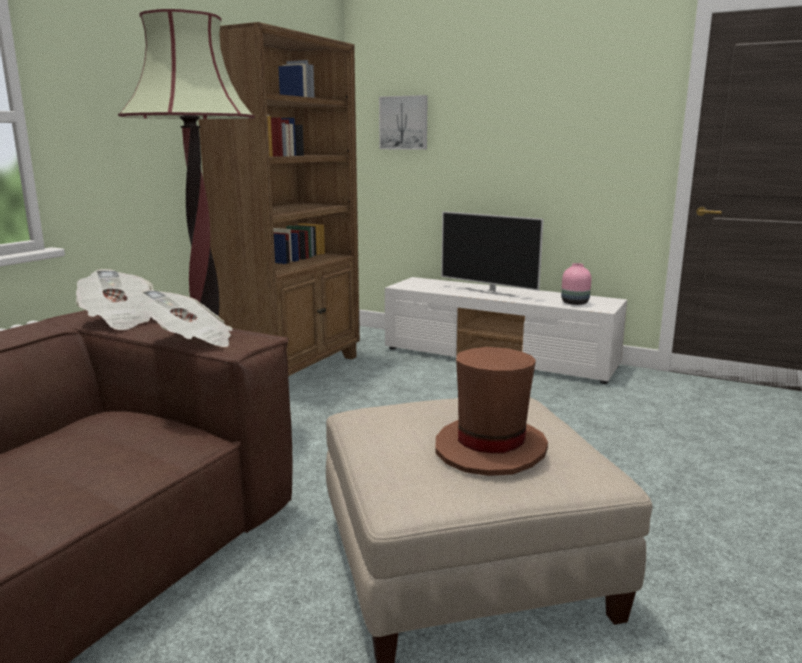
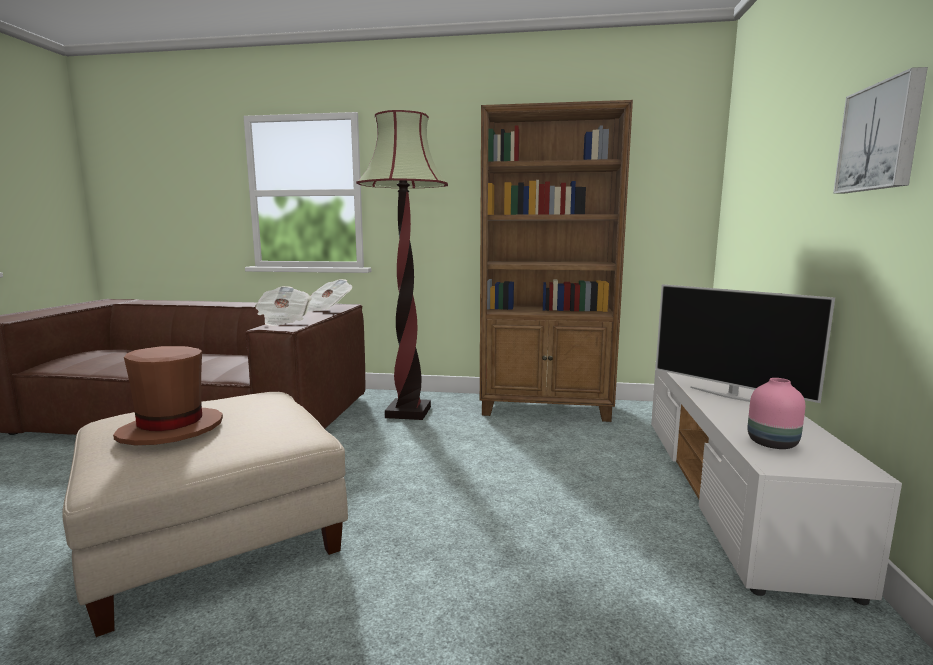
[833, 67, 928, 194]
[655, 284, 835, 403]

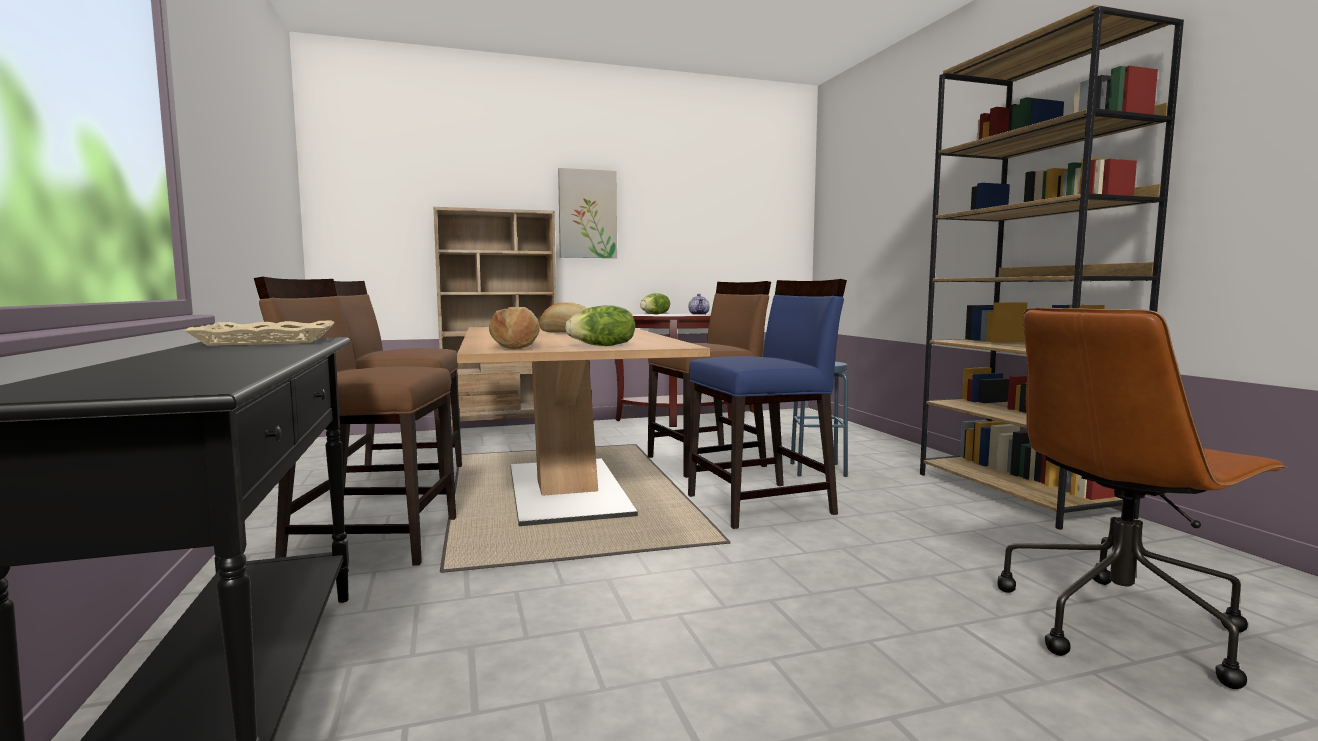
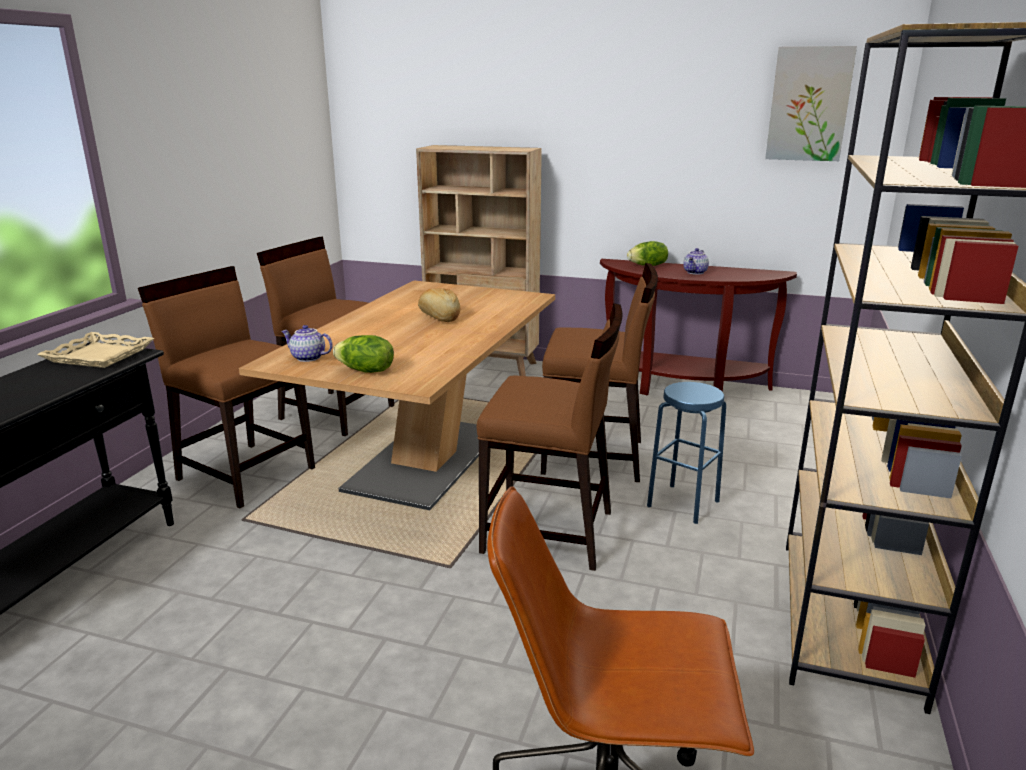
[765, 46, 857, 161]
[281, 325, 333, 362]
[477, 303, 622, 571]

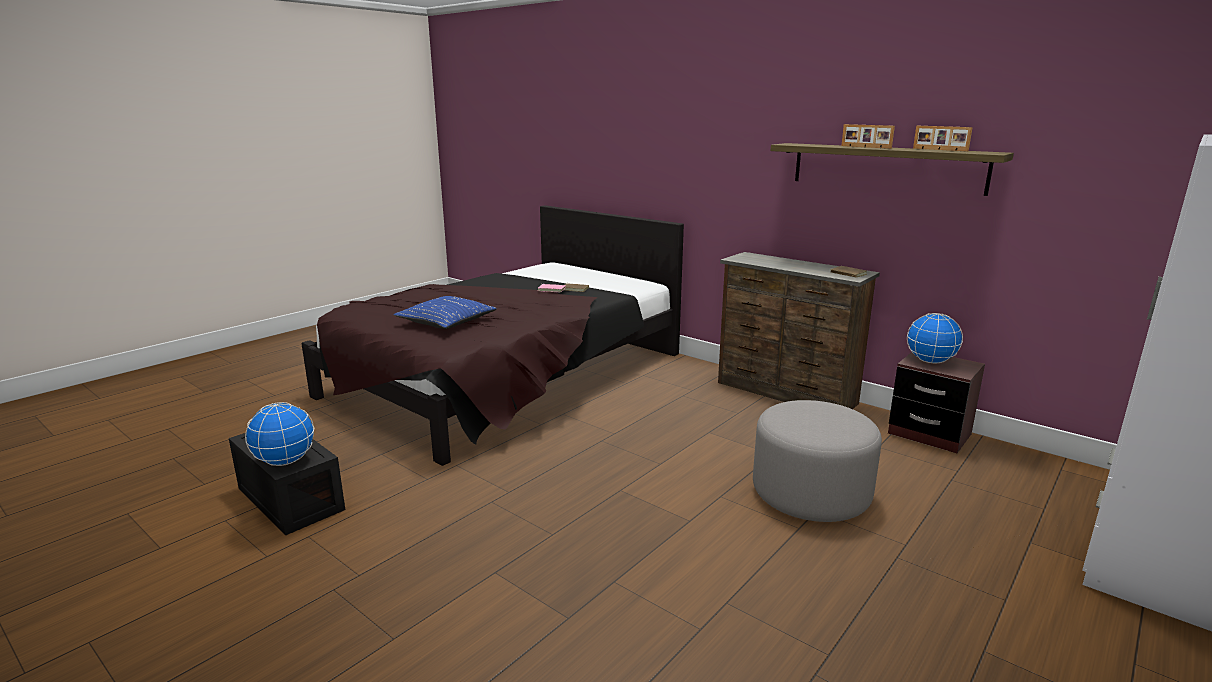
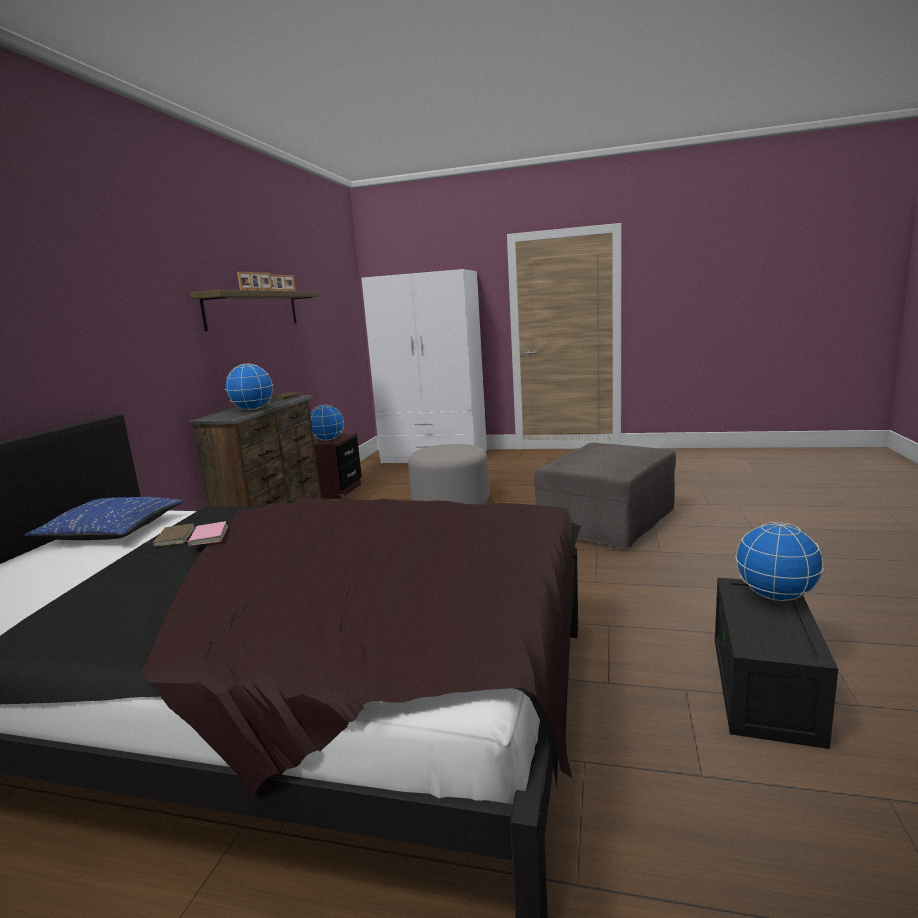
[225, 364, 273, 410]
[534, 443, 676, 549]
[24, 497, 183, 540]

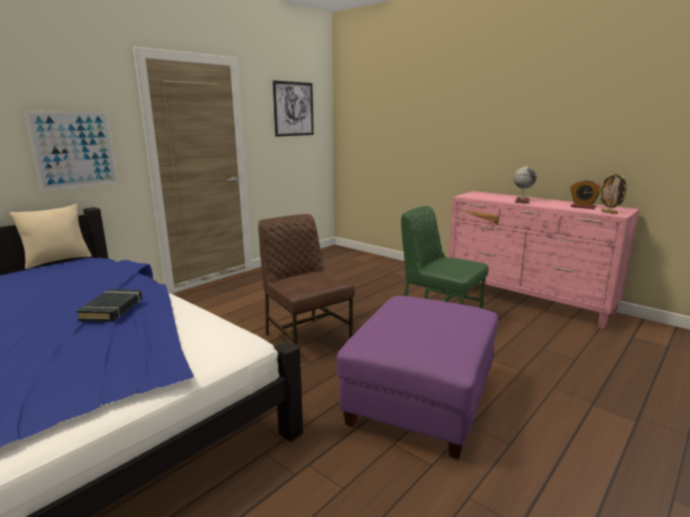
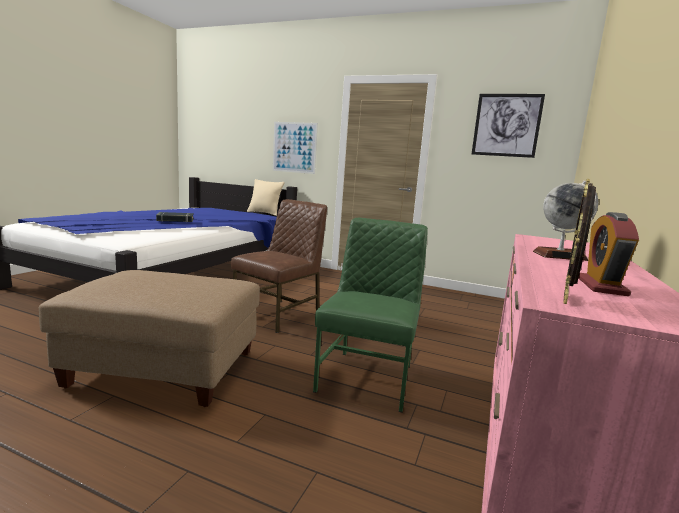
[39, 270, 260, 407]

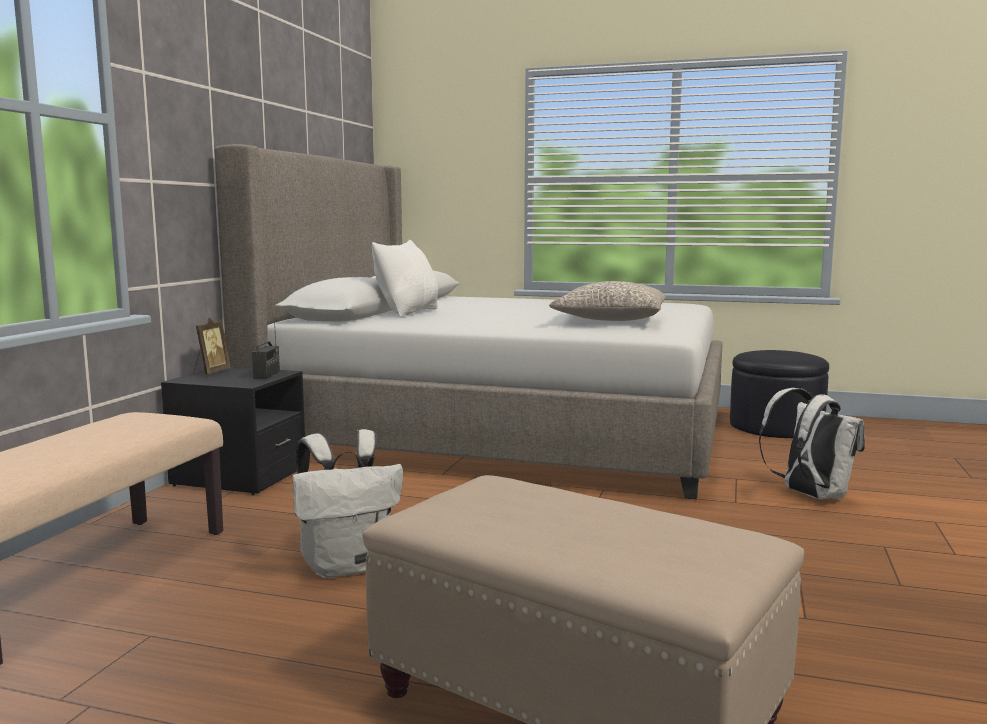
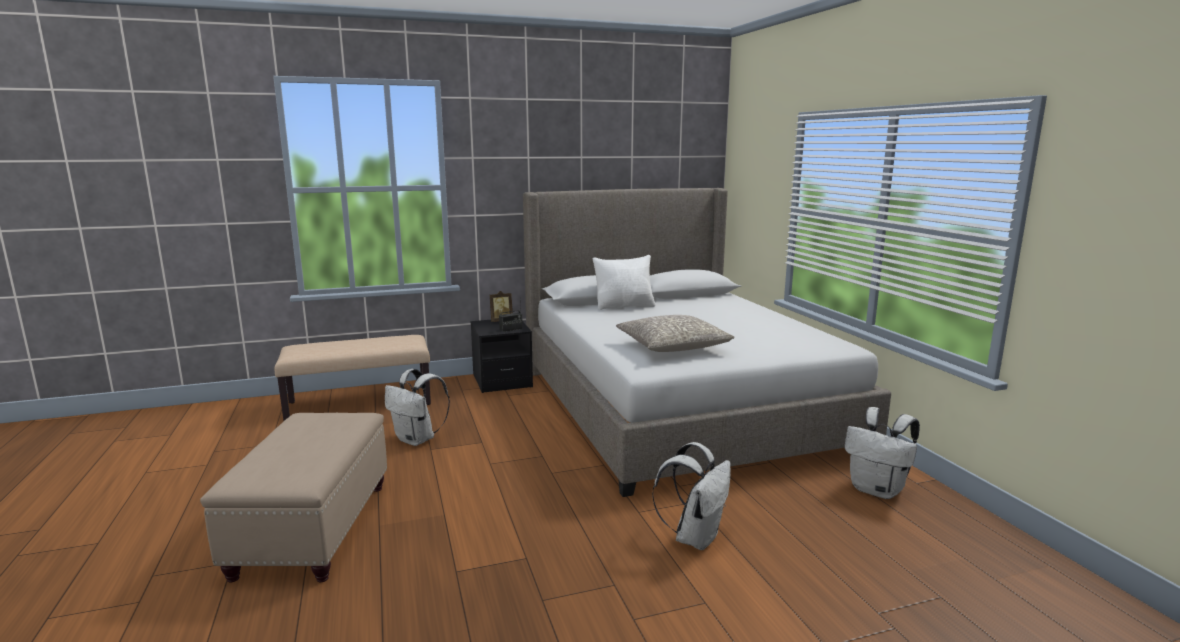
[845, 407, 920, 499]

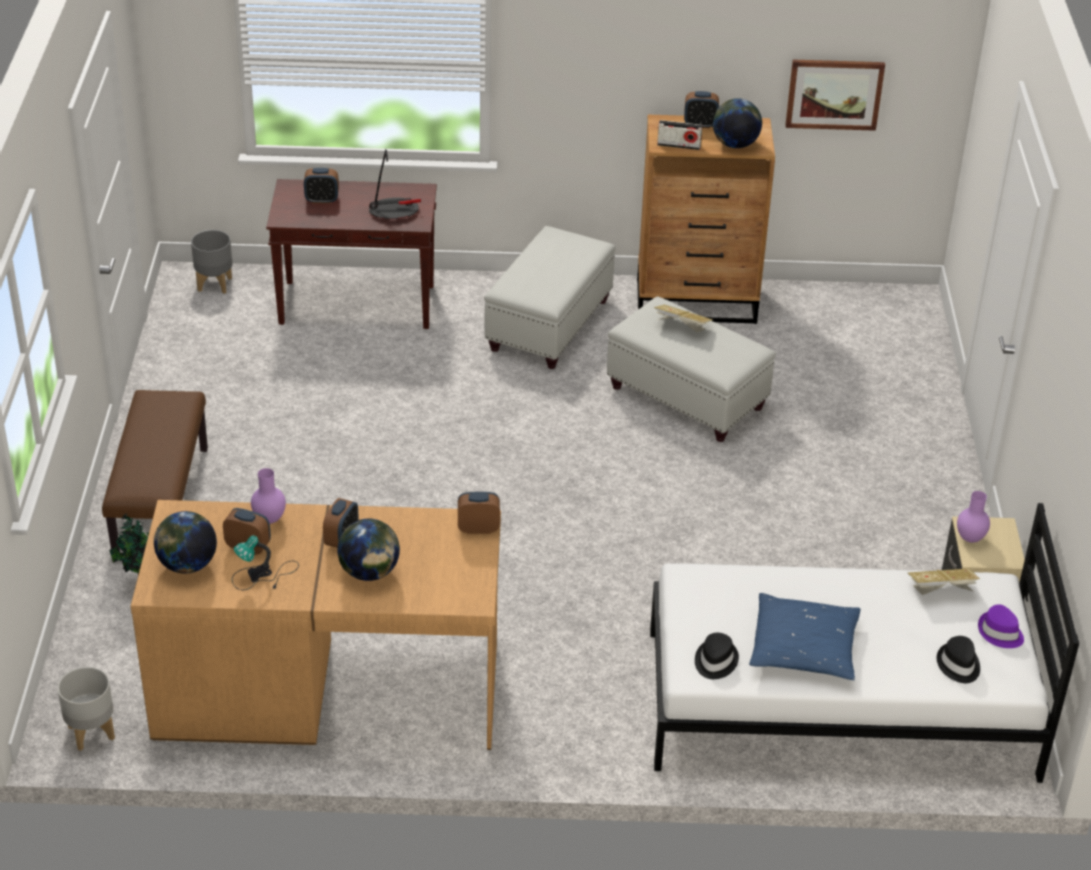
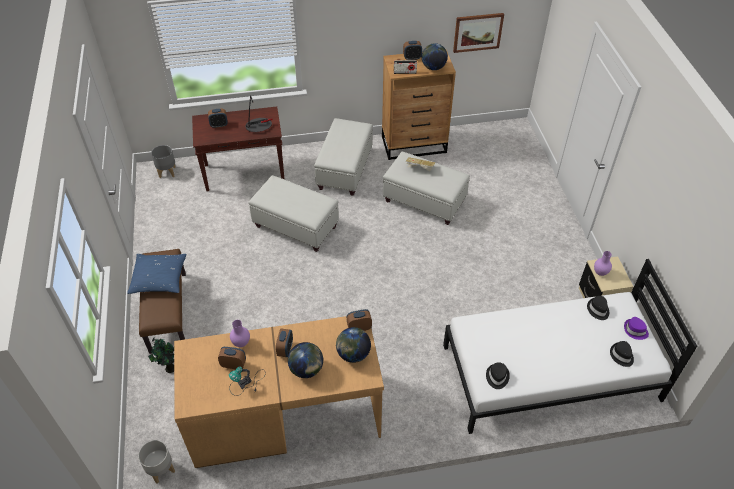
[248, 175, 339, 252]
[336, 327, 371, 363]
[127, 254, 186, 294]
[587, 296, 609, 320]

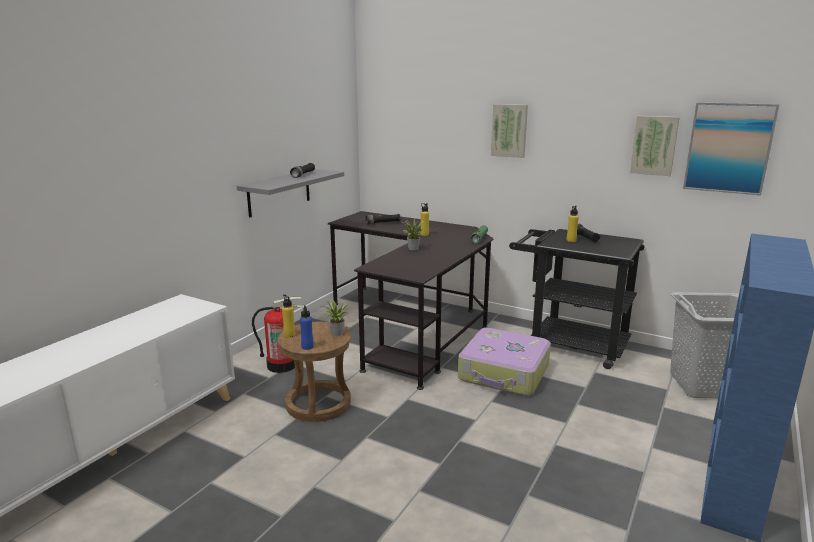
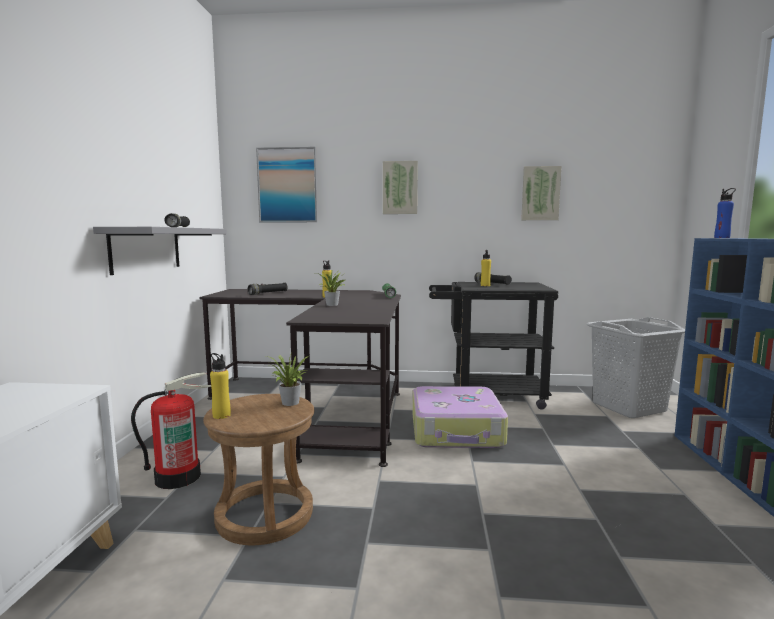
[714, 188, 736, 238]
[256, 147, 318, 222]

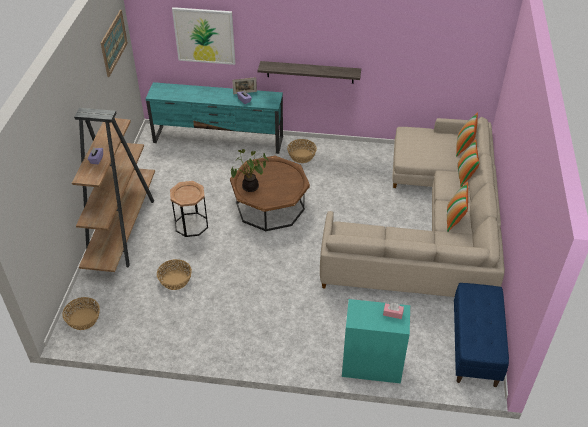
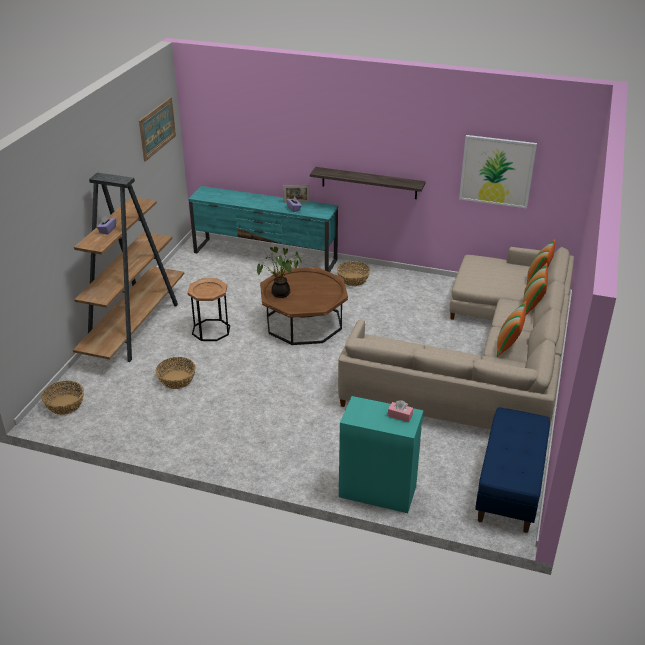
[459, 135, 537, 209]

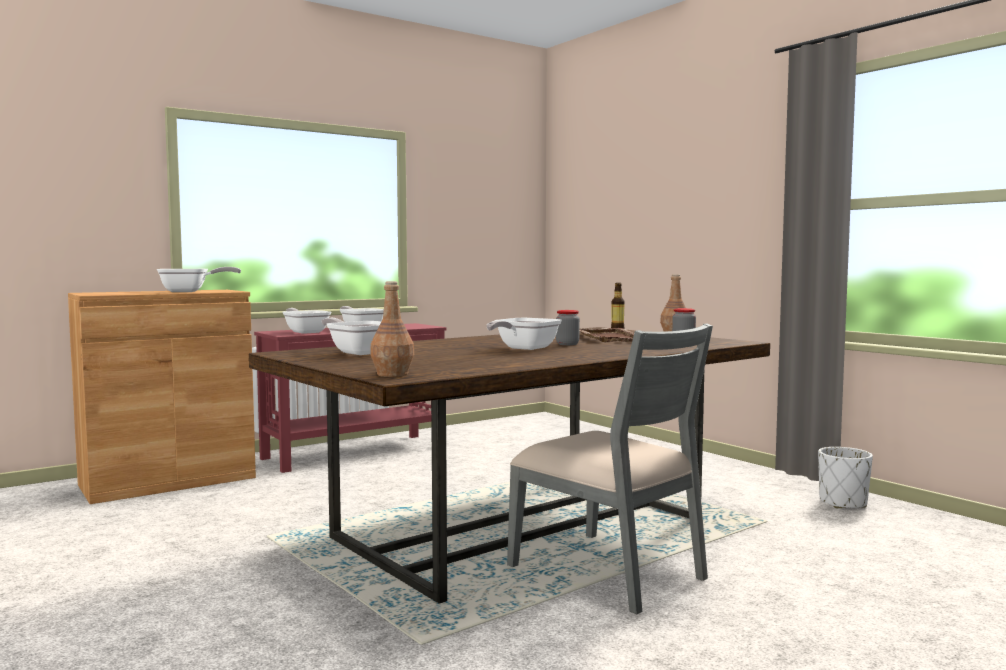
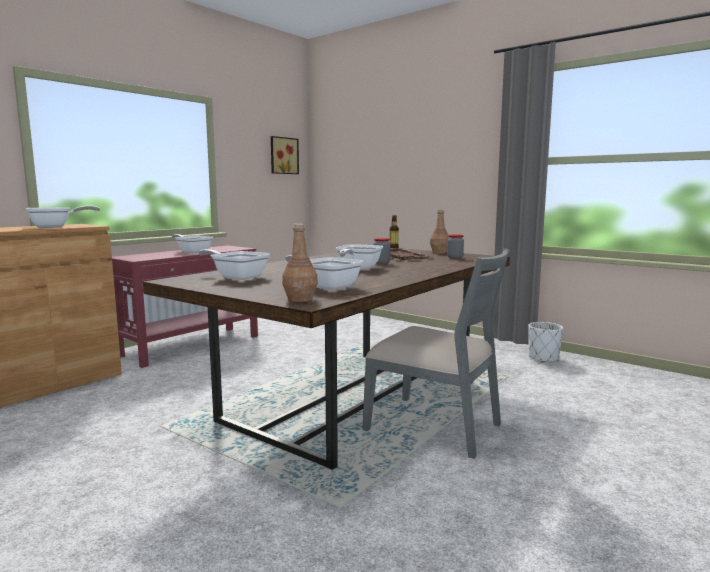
[271, 136, 299, 174]
[285, 255, 363, 290]

